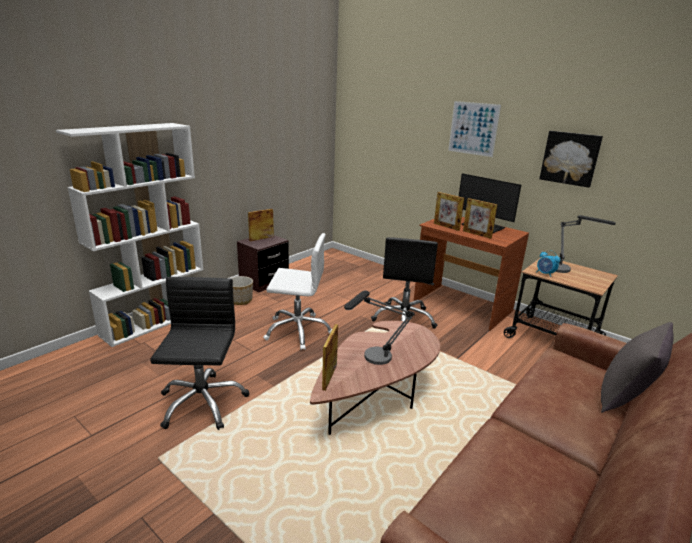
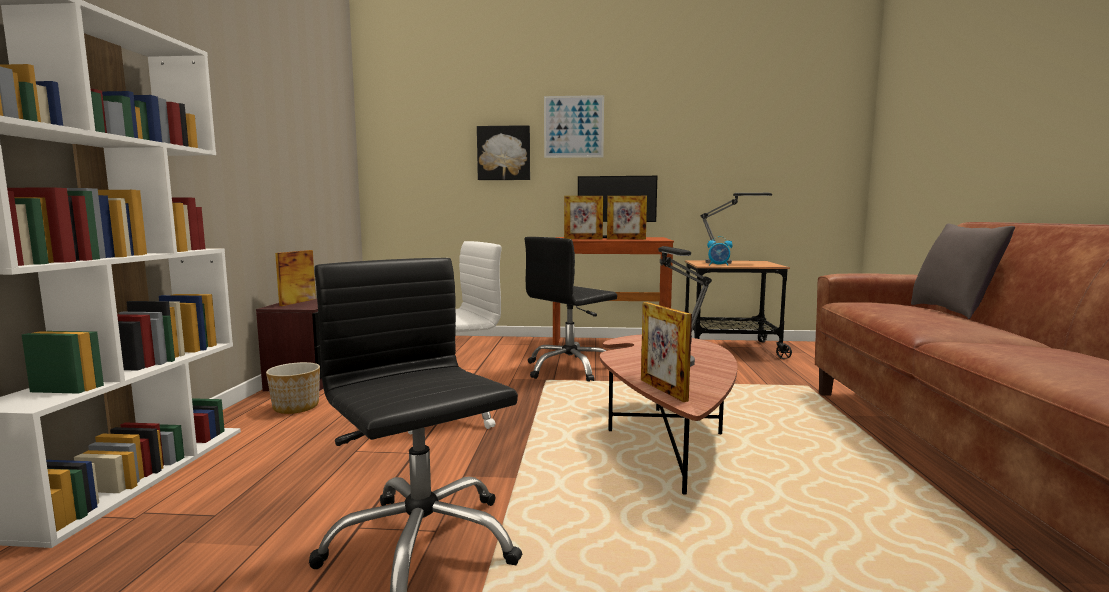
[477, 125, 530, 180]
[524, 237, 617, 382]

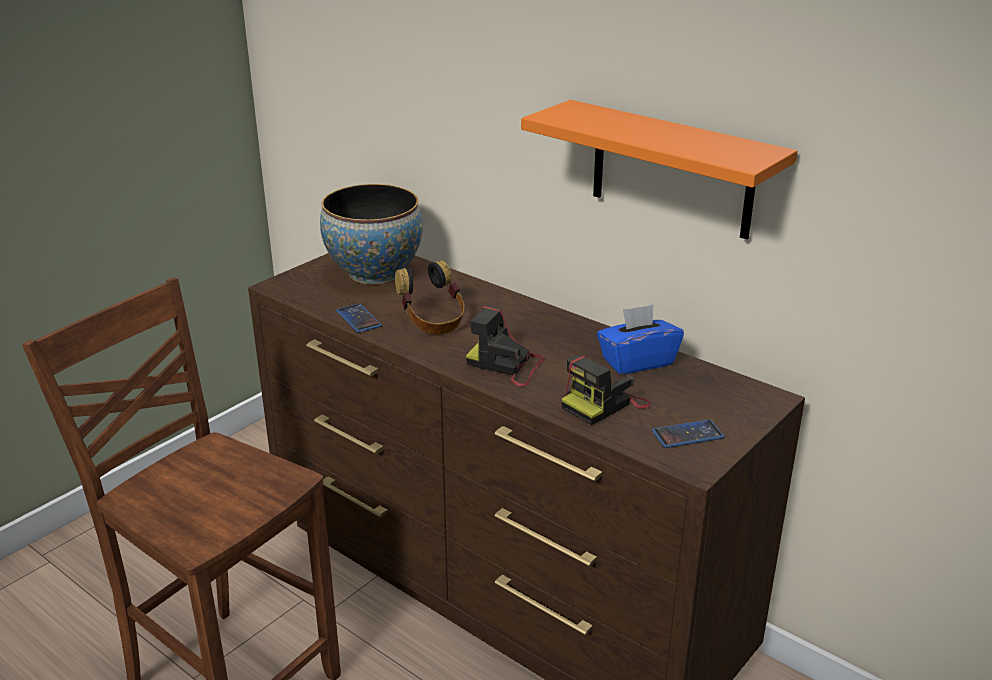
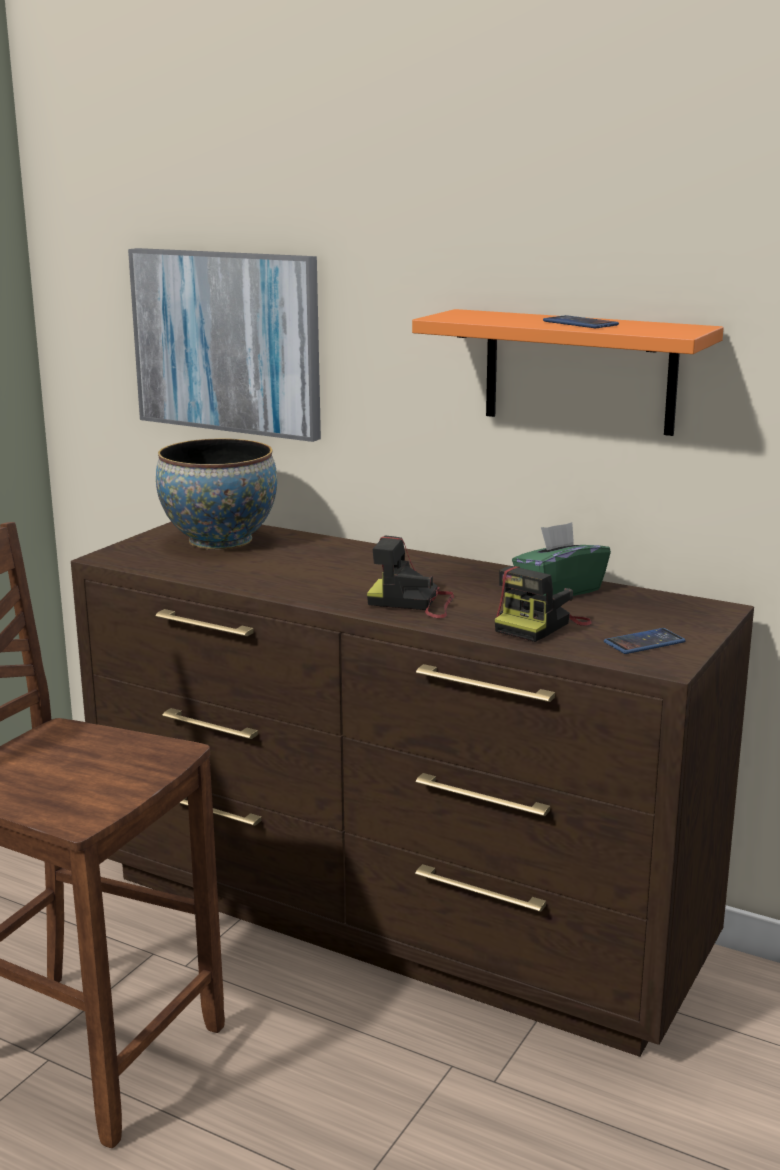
[395, 260, 465, 335] (first image)
[128, 248, 321, 442]
[543, 315, 619, 328]
[512, 522, 611, 596]

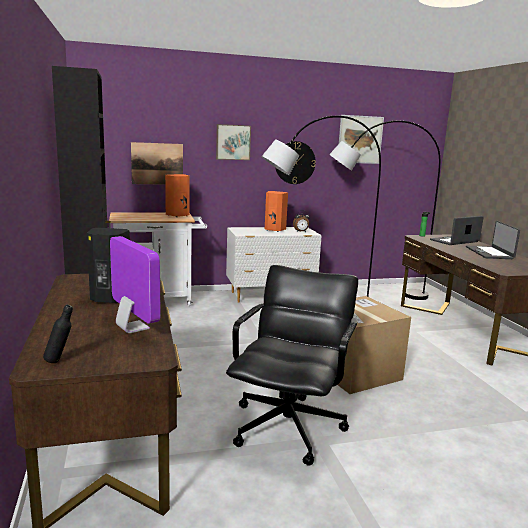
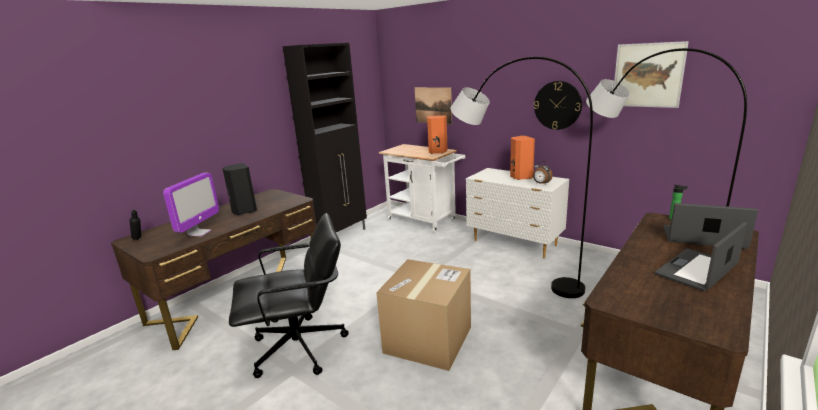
[216, 124, 251, 160] (first image)

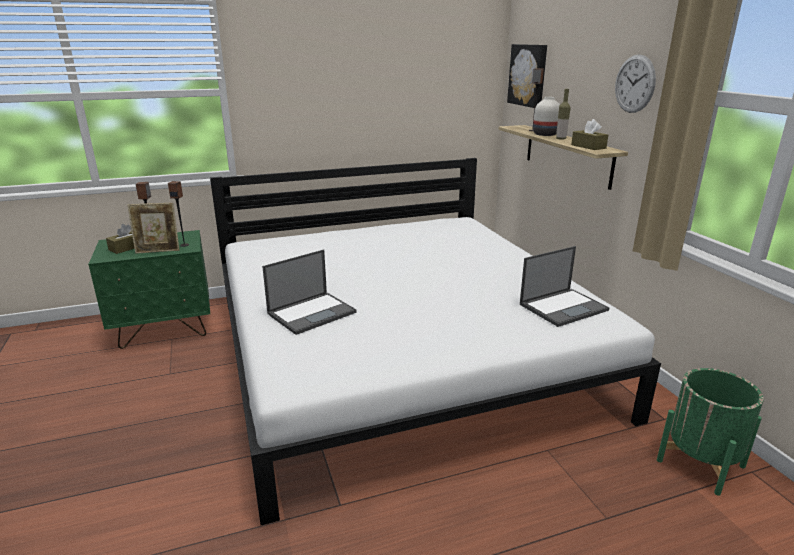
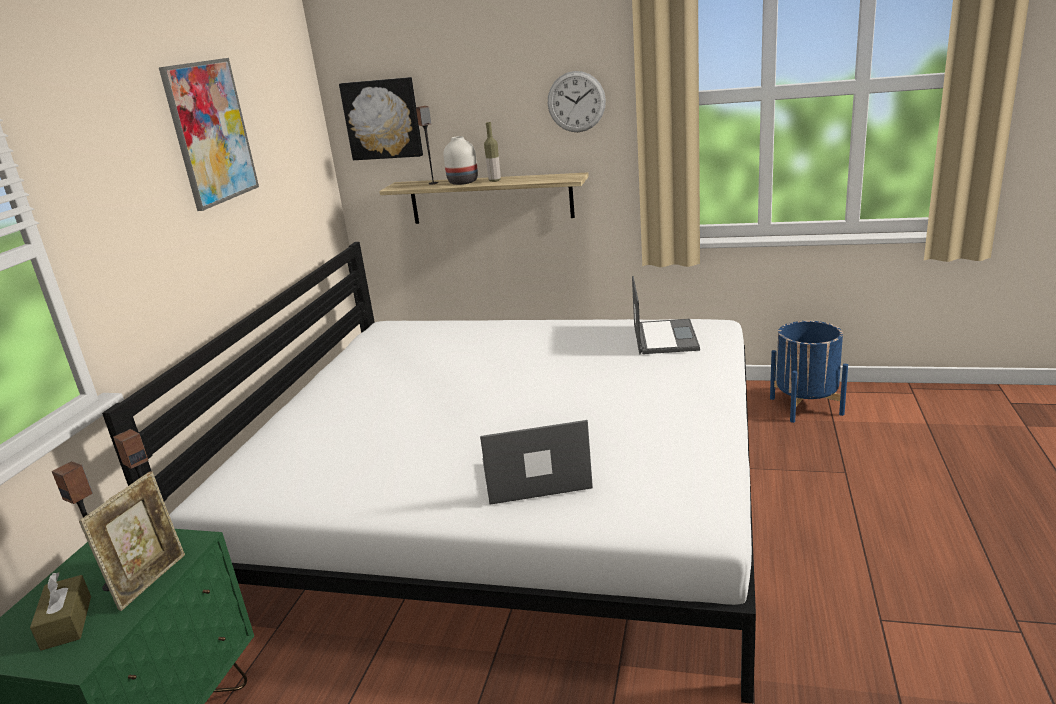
[571, 119, 608, 150] (first image)
[159, 58, 259, 211]
[770, 321, 848, 423]
[480, 420, 593, 505]

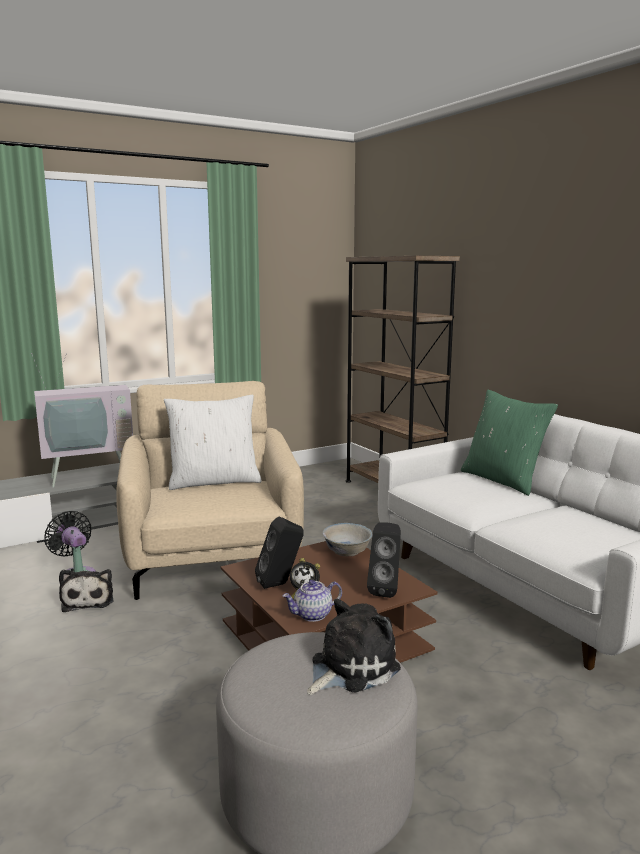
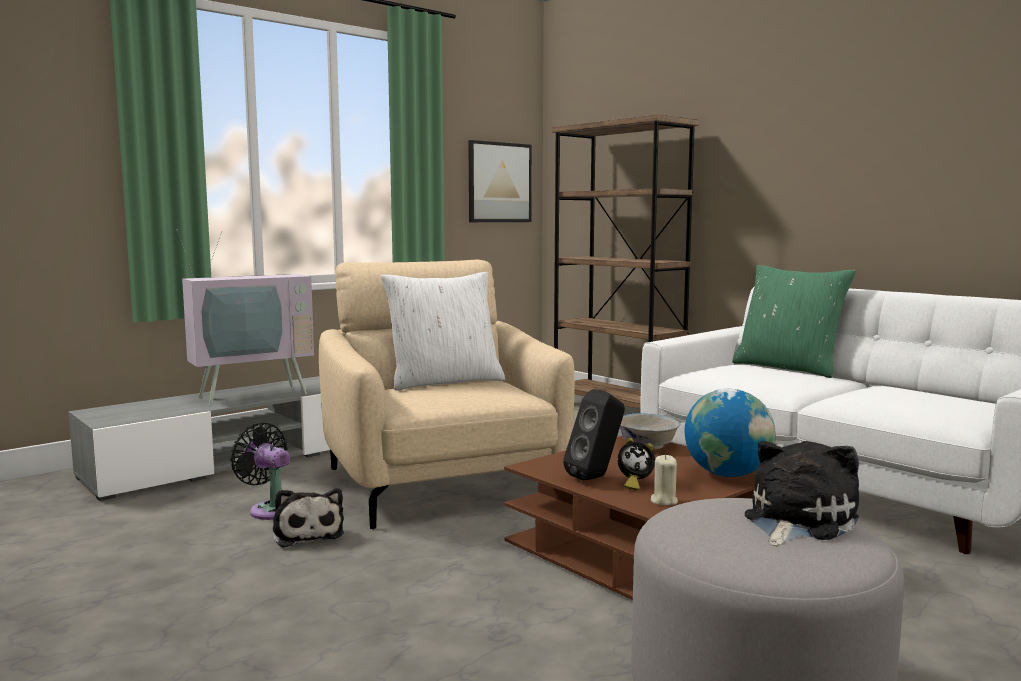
[468, 140, 532, 222]
[651, 455, 678, 506]
[685, 389, 776, 477]

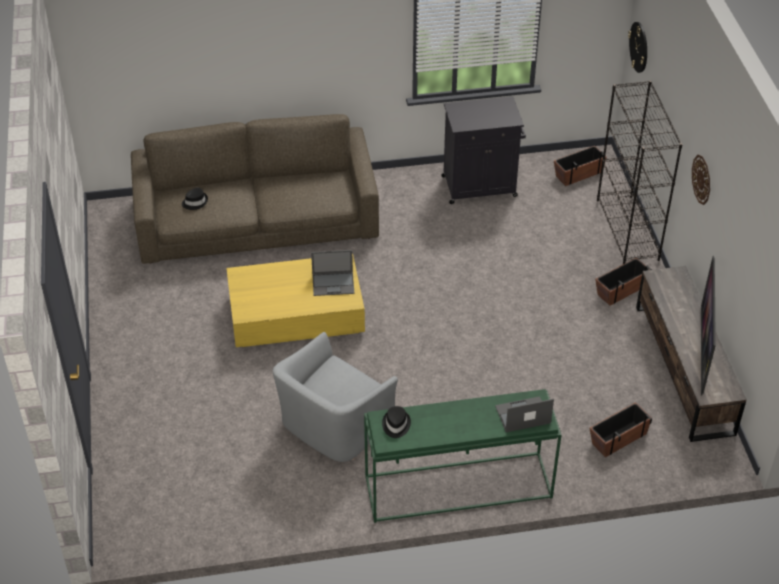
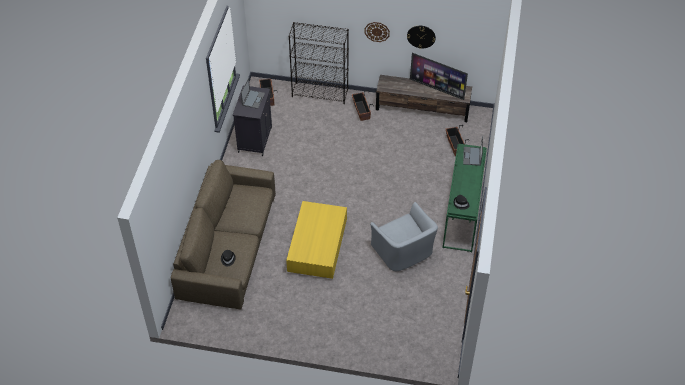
[241, 78, 265, 109]
[407, 26, 436, 49]

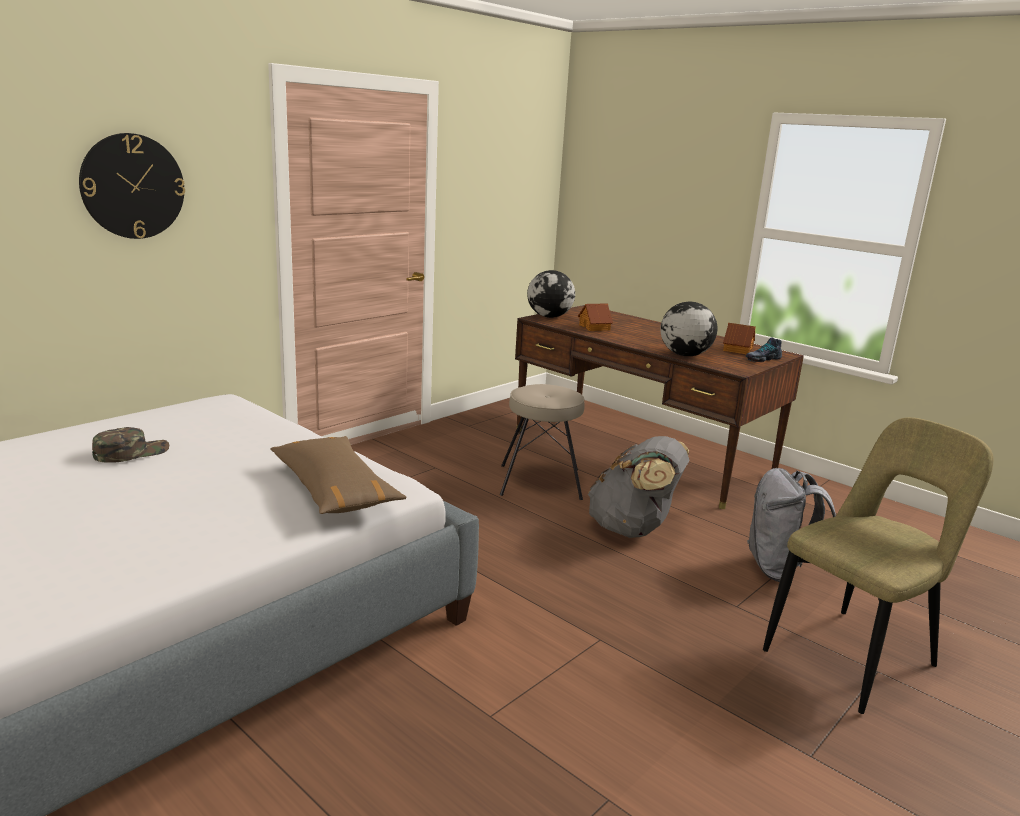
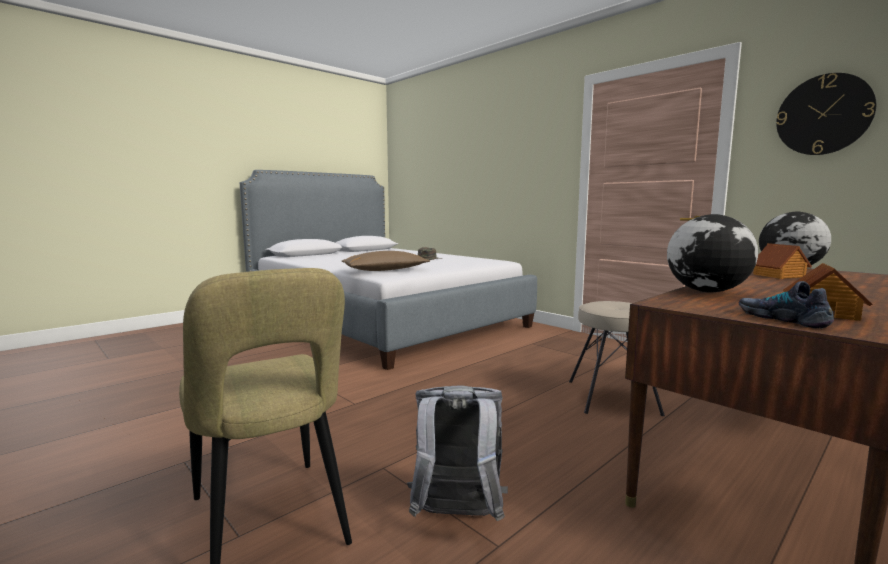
[588, 436, 689, 538] (first image)
[776, 73, 876, 155]

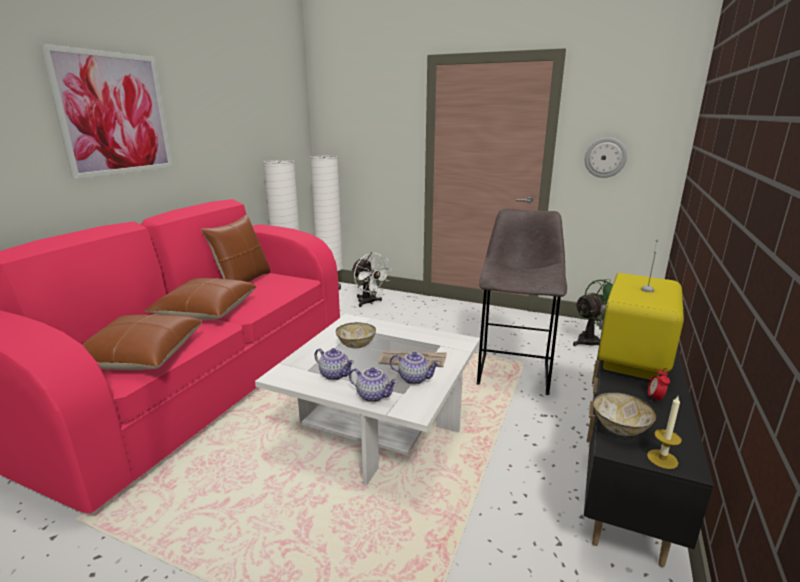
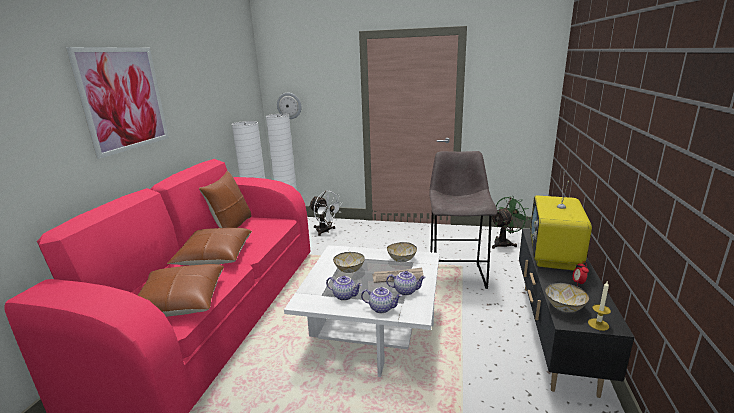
[387, 242, 417, 262]
[277, 93, 302, 119]

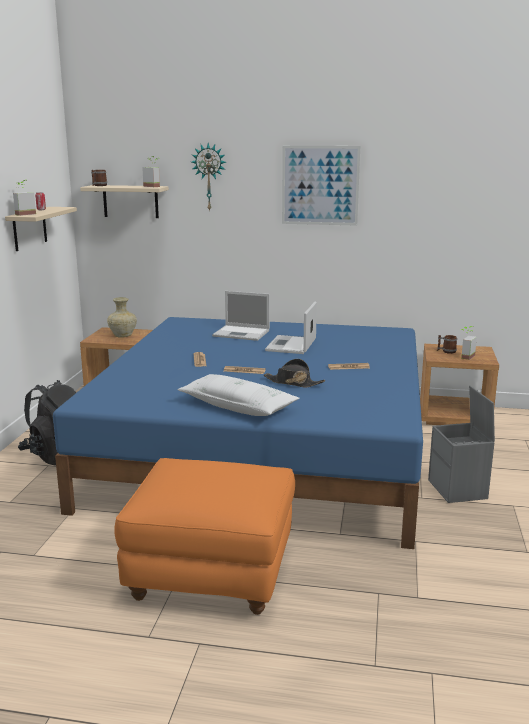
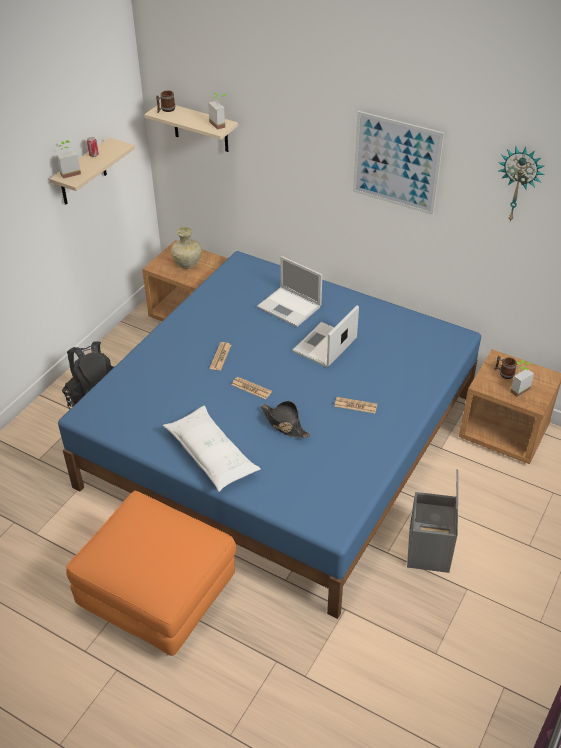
[498, 146, 544, 222]

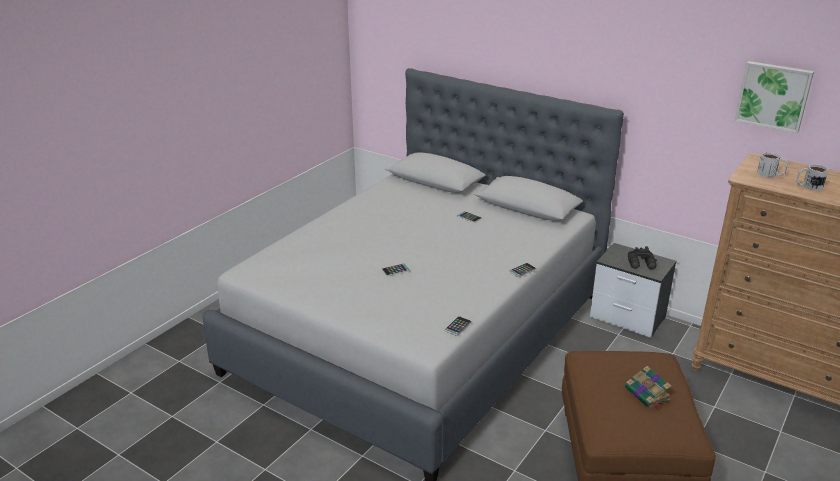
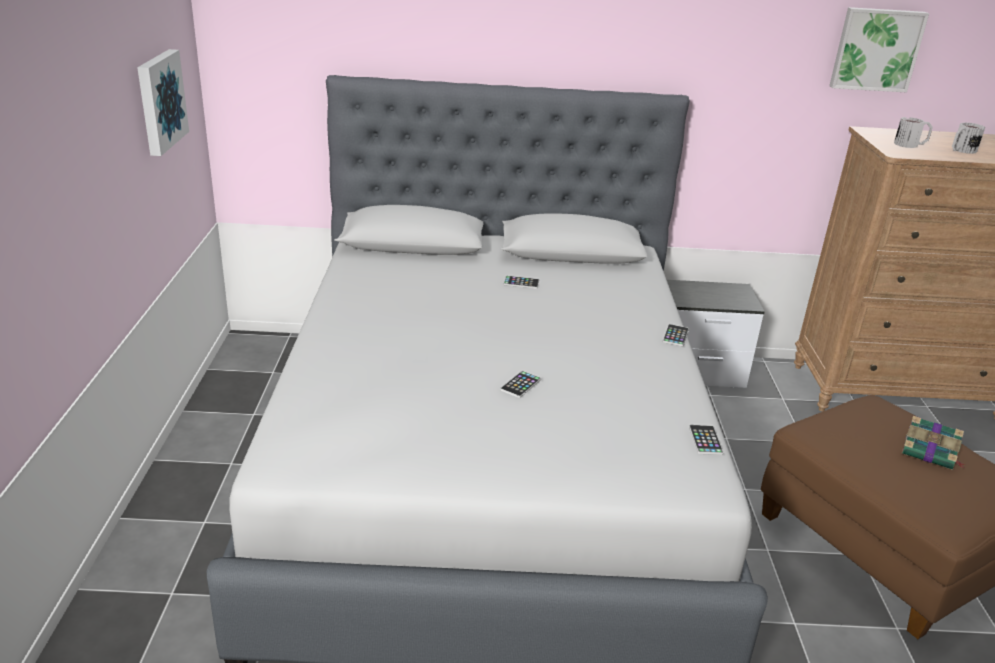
[628, 246, 657, 270] (first image)
[137, 49, 189, 156]

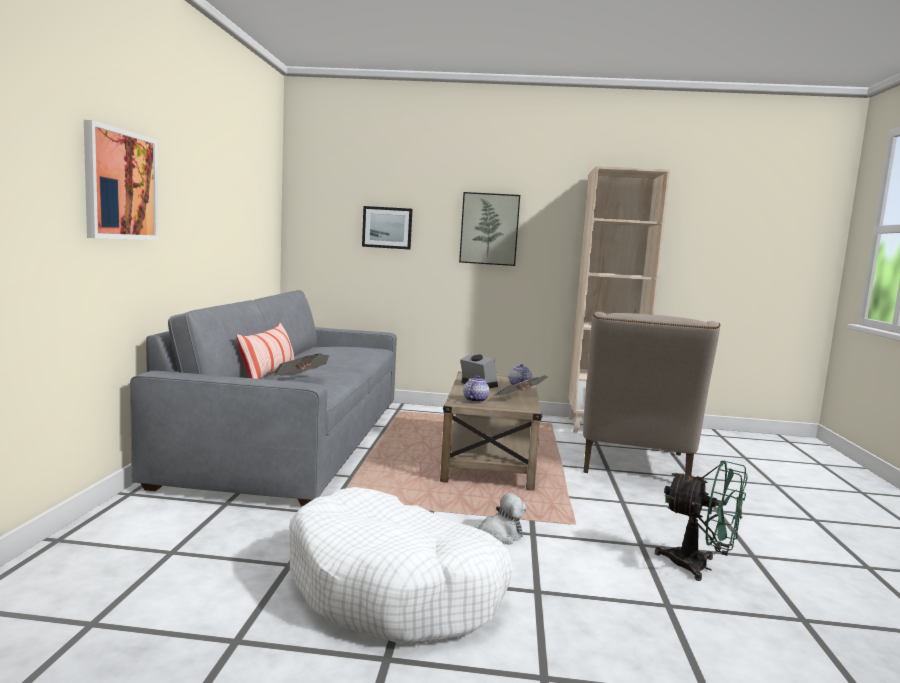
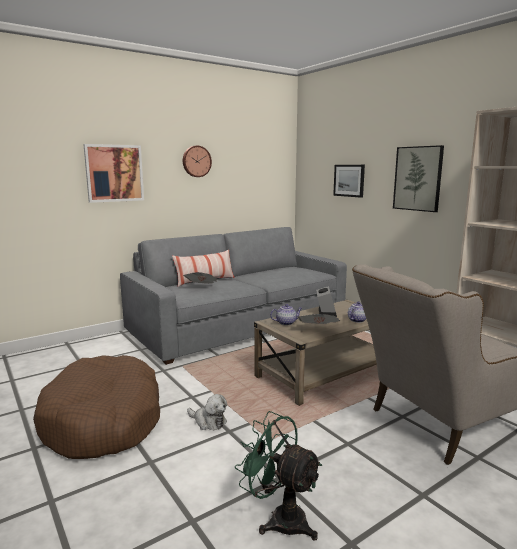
[183, 146, 212, 177]
[33, 355, 160, 459]
[235, 411, 322, 541]

